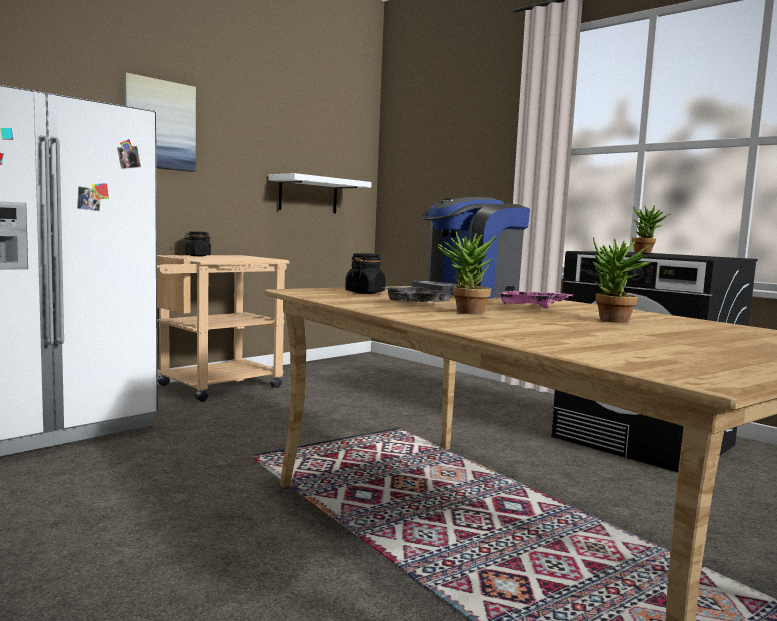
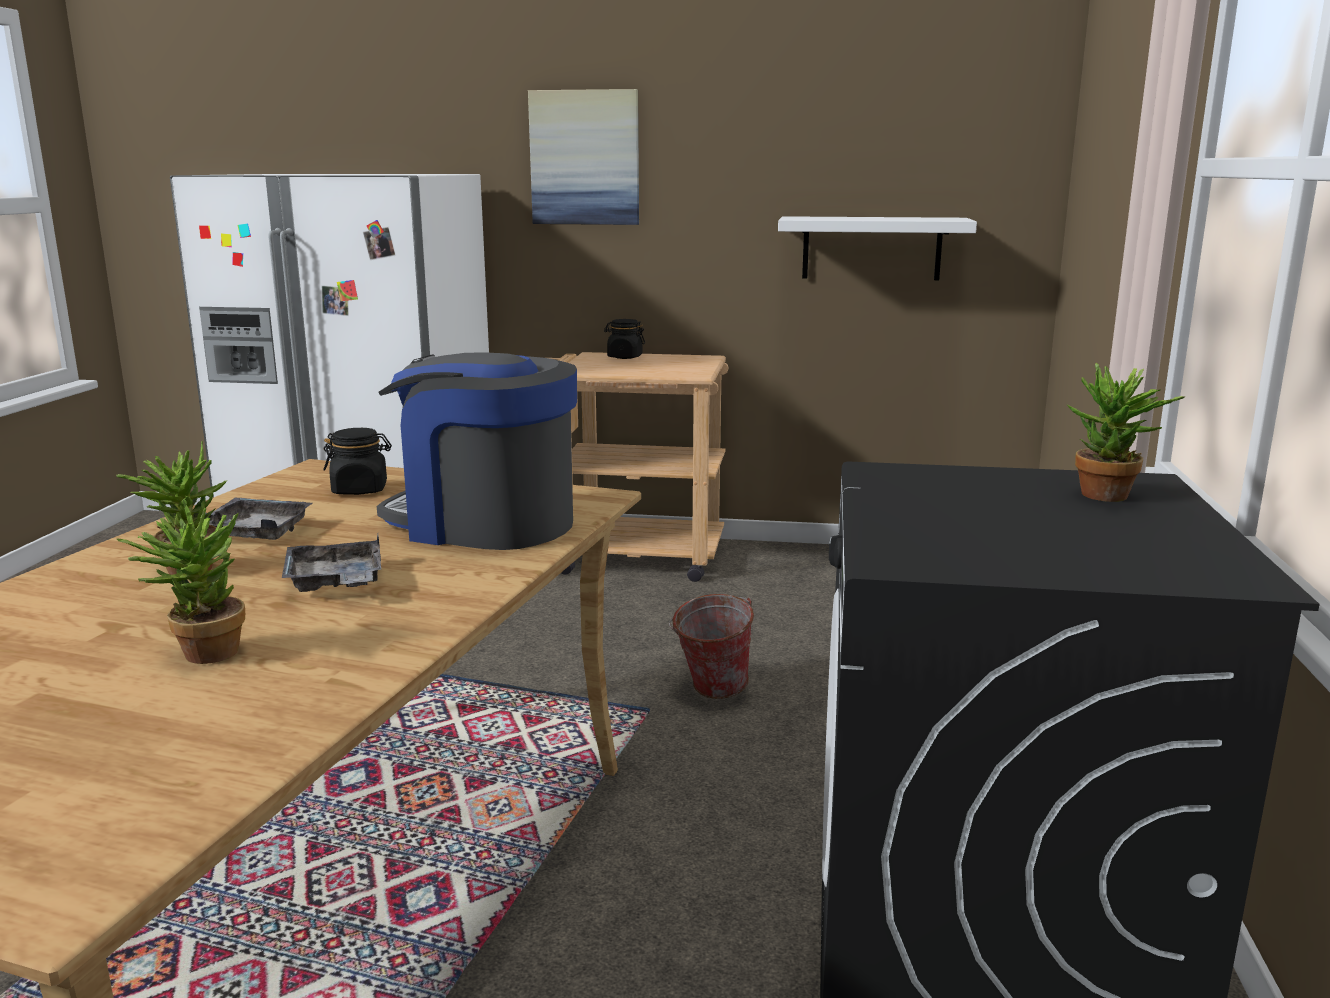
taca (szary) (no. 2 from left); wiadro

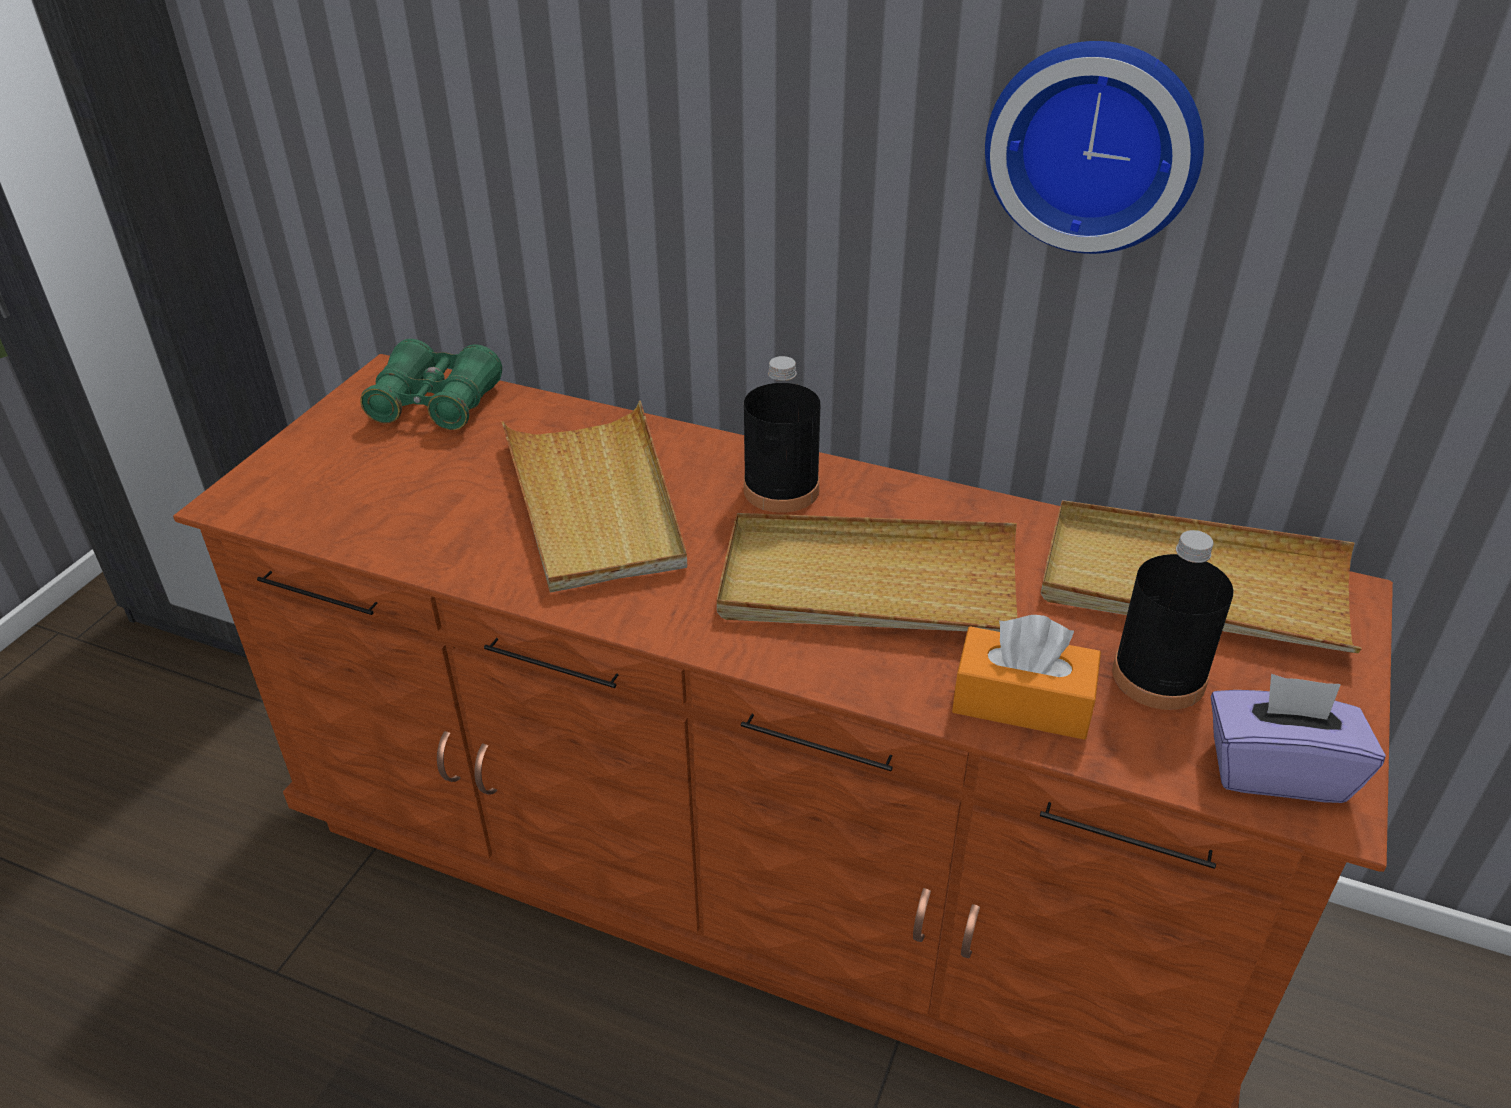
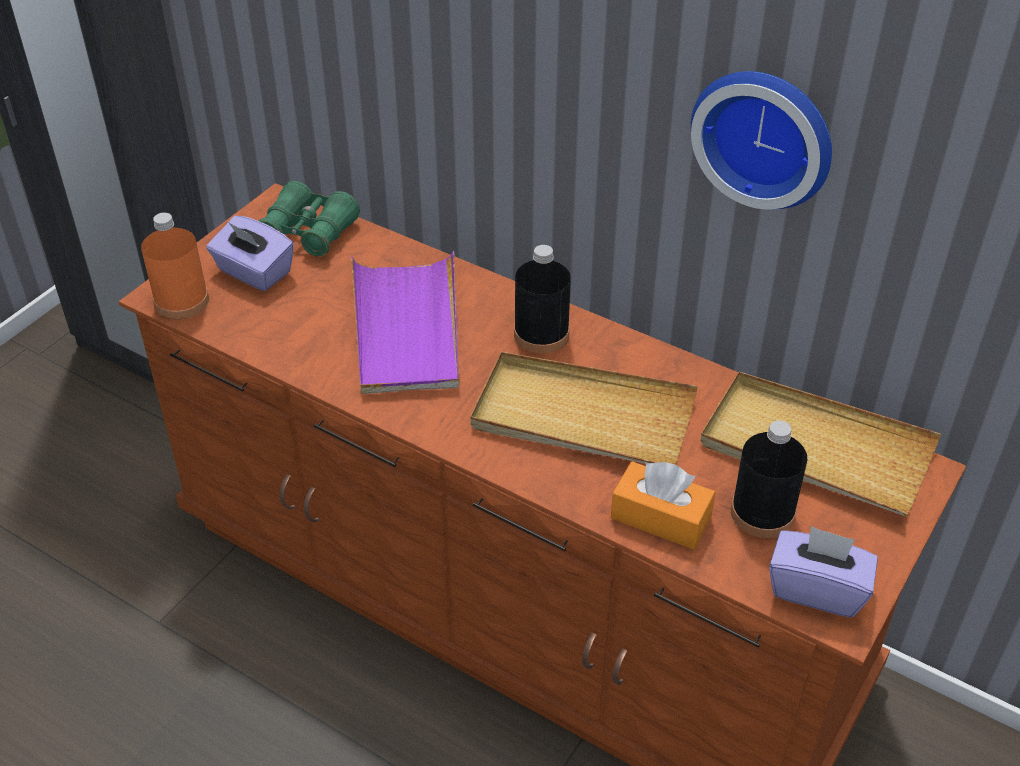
taca (fioletowy); butelka (pomarańczowy); pudełko chusteczek (fioletowy) (no. 1 from left)

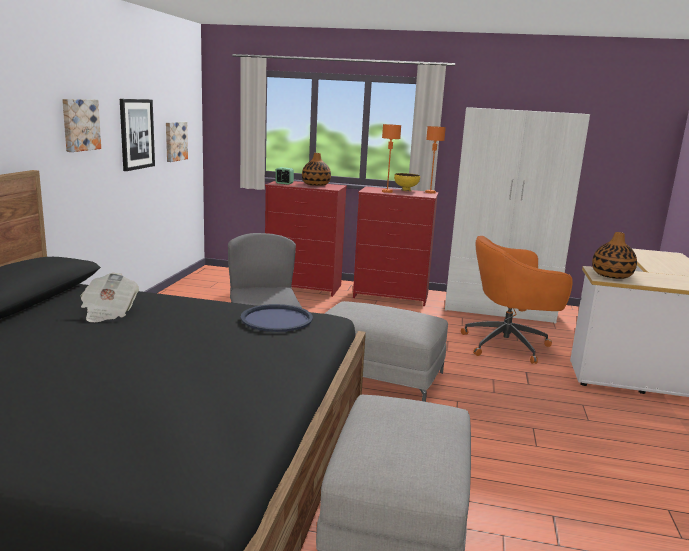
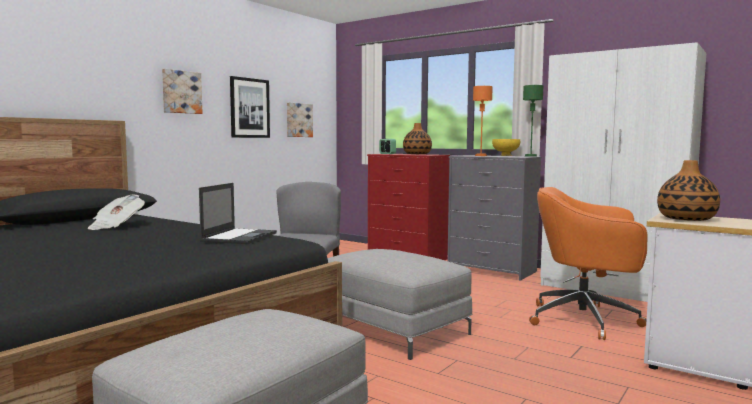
laptop; komoda (szary); lampa stołowa (zielony)

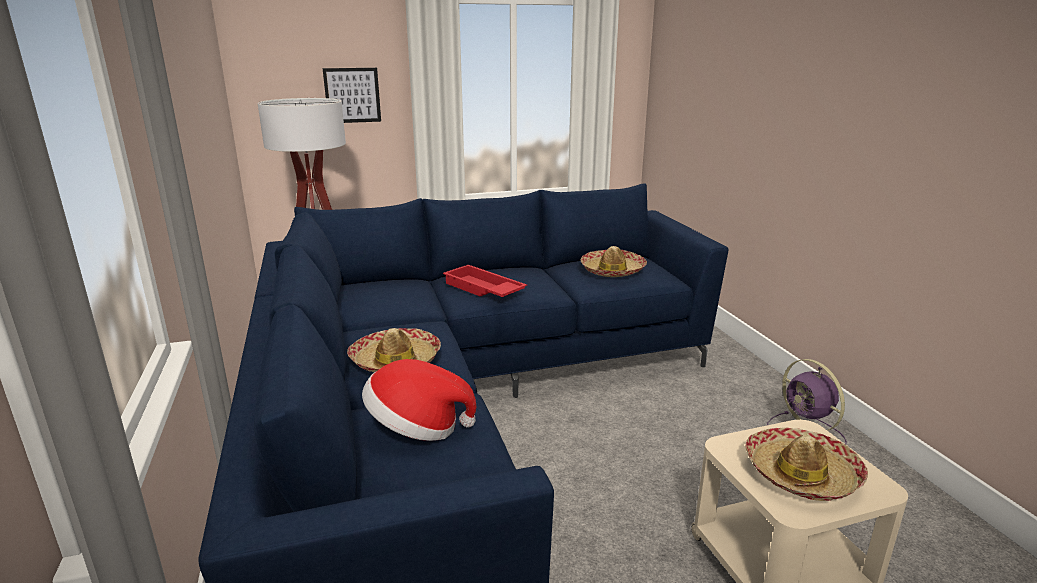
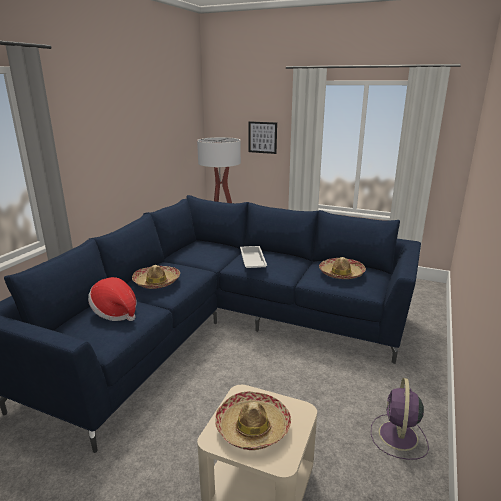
taca (biały)

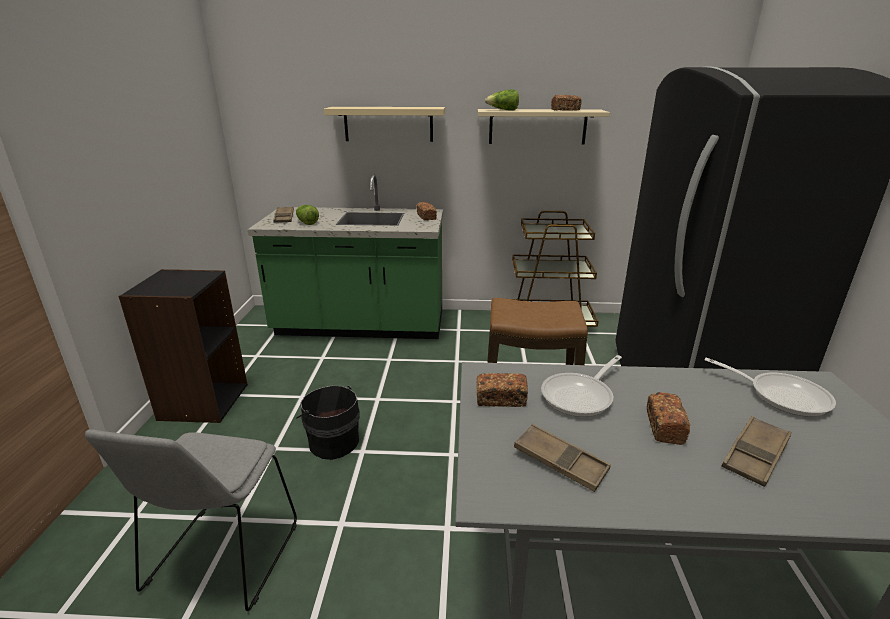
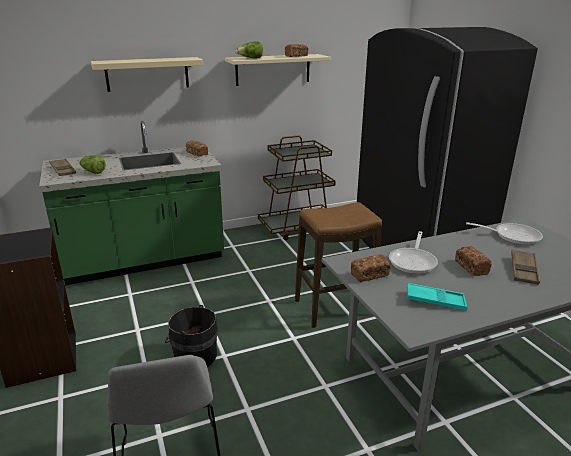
taca (turkusowy)

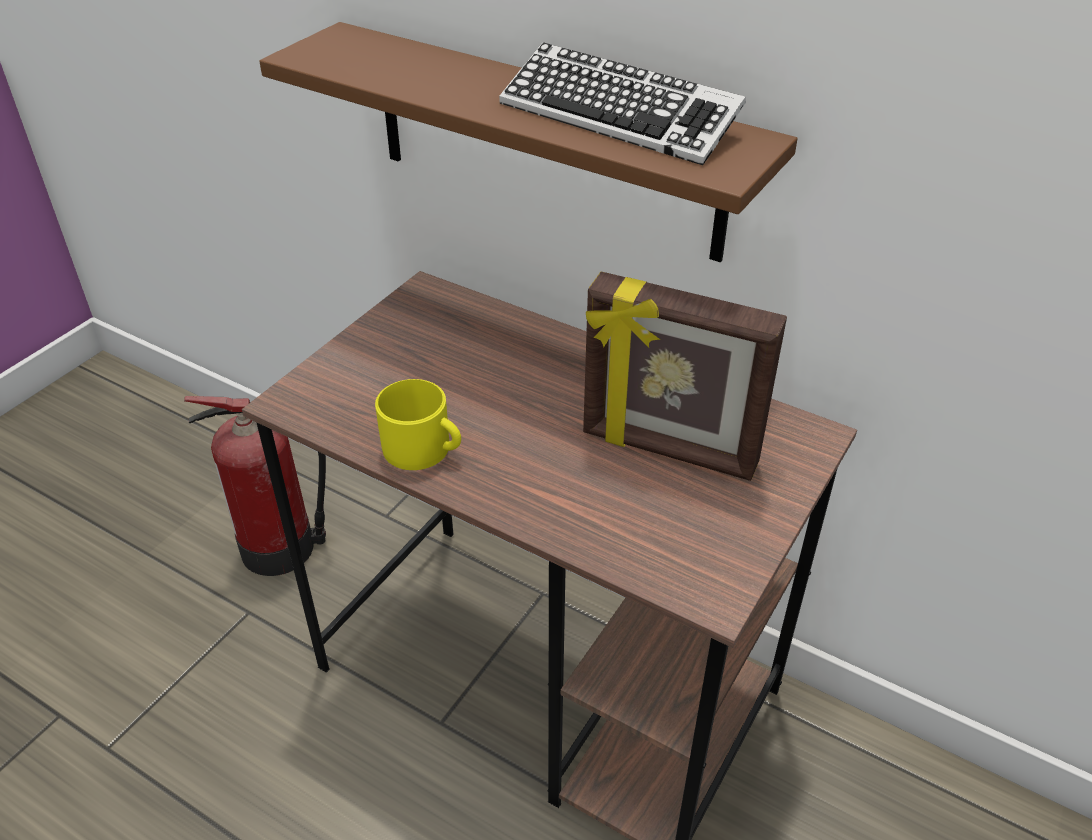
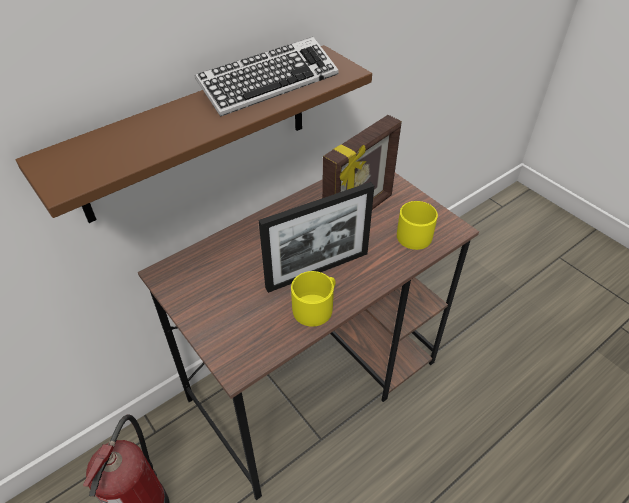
ramka na zdjęcie (no. 1 from left); kubek (żółty) (no. 2 from left)

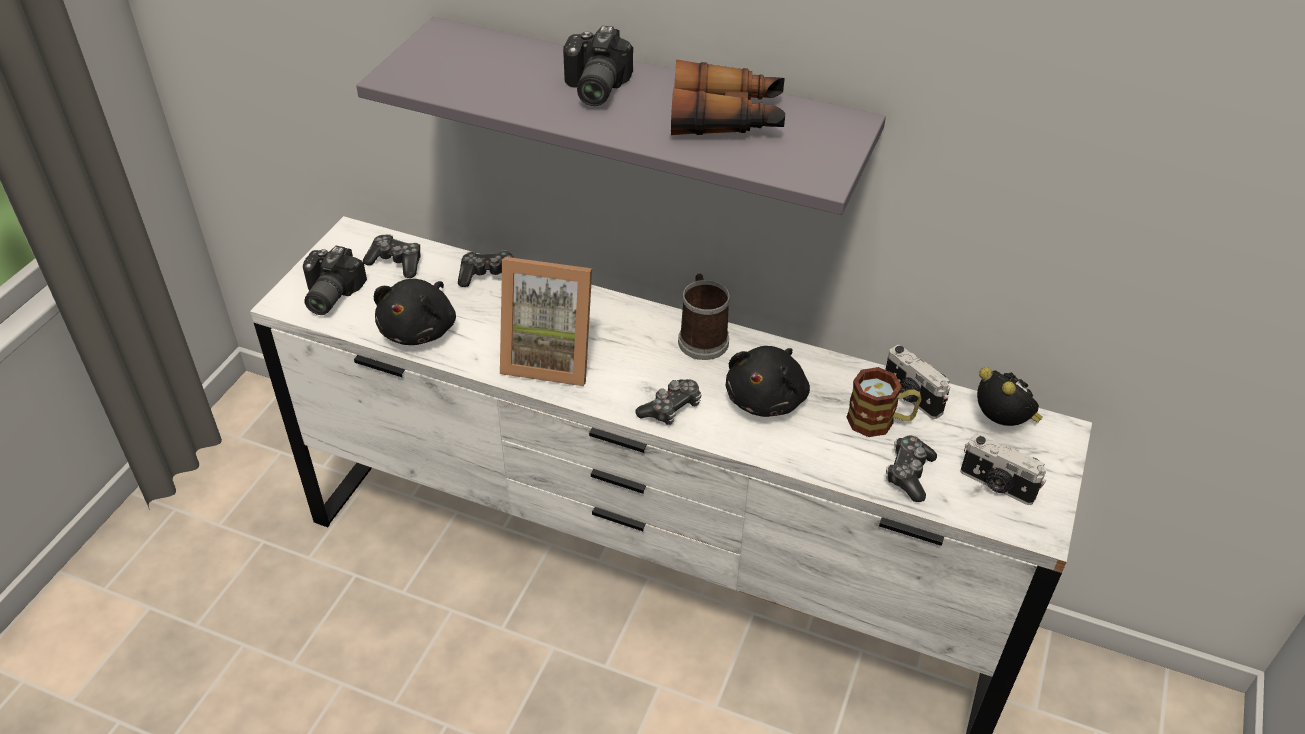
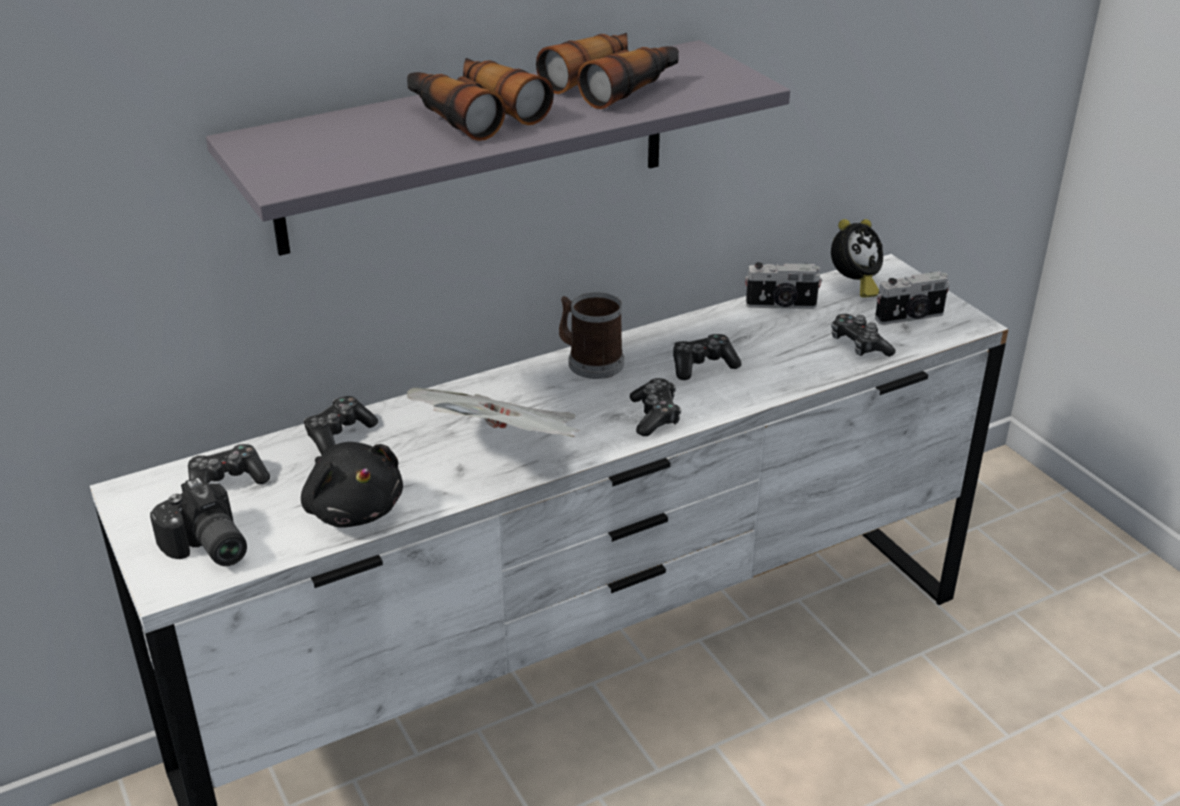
gazeta; lornetka (no. 1 from left); pad do gier (no. 4 from left); kubek (no. 2 from left in the first image); budzik

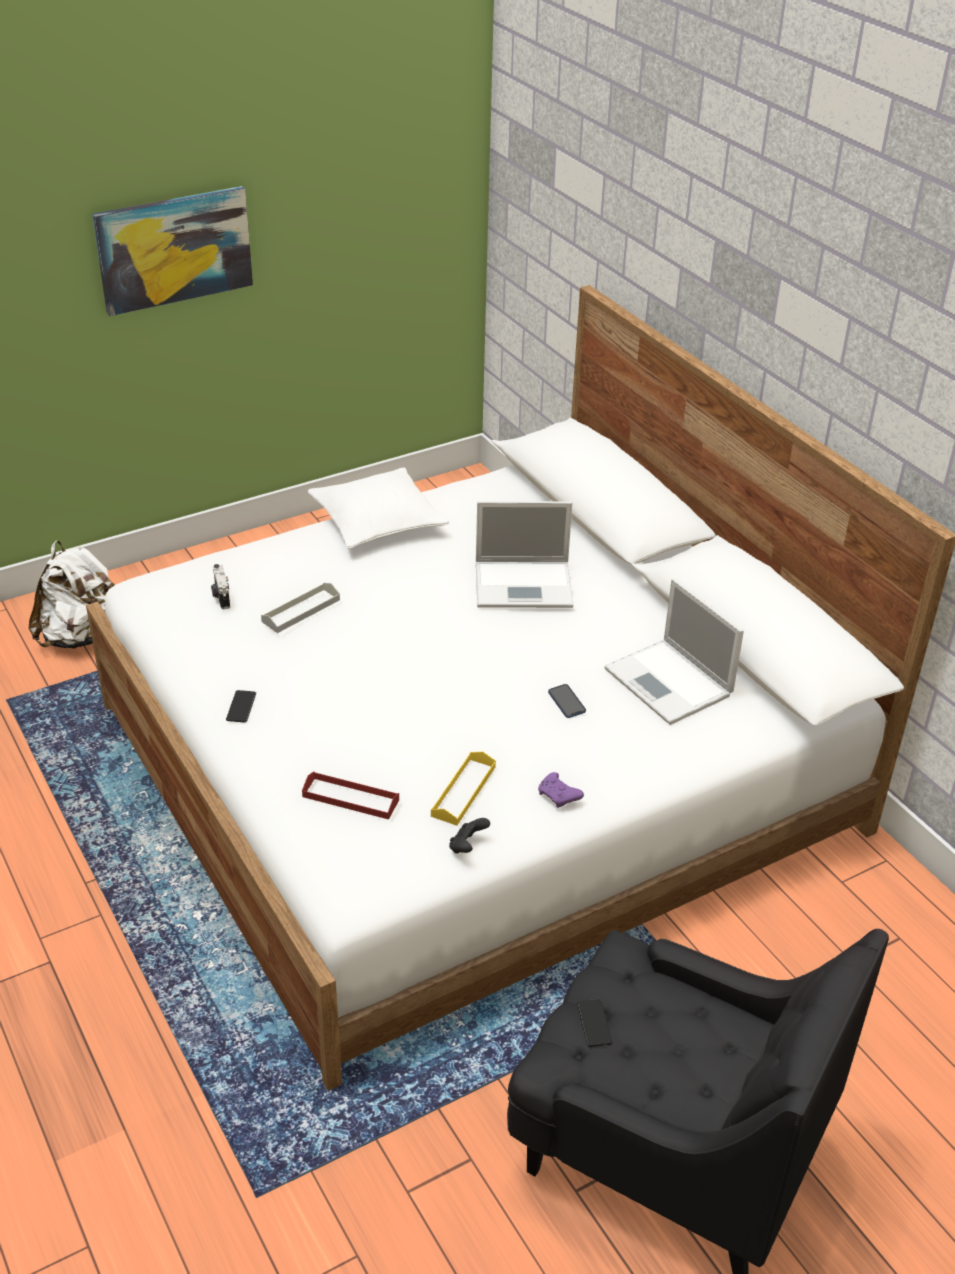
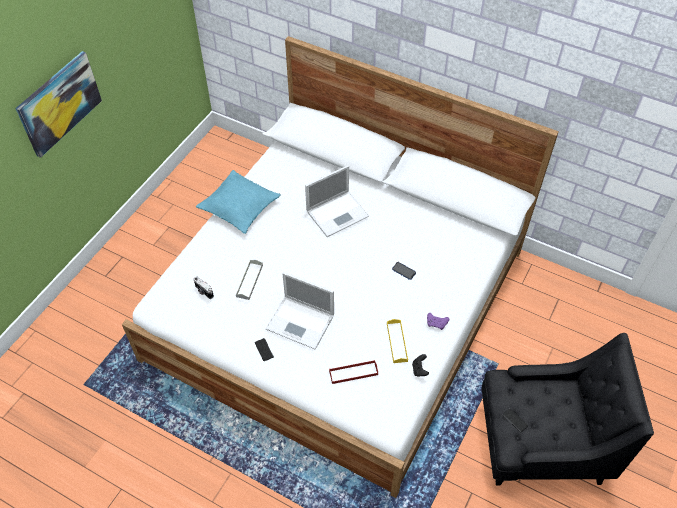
plecak (biały); poduszka (turkusowy); laptop (no. 1 from left)

